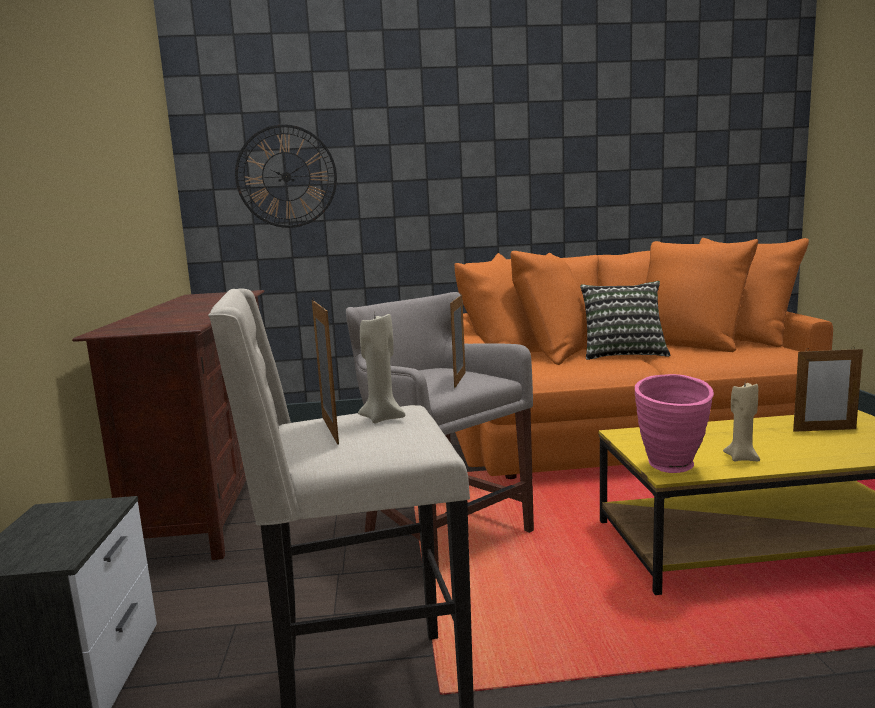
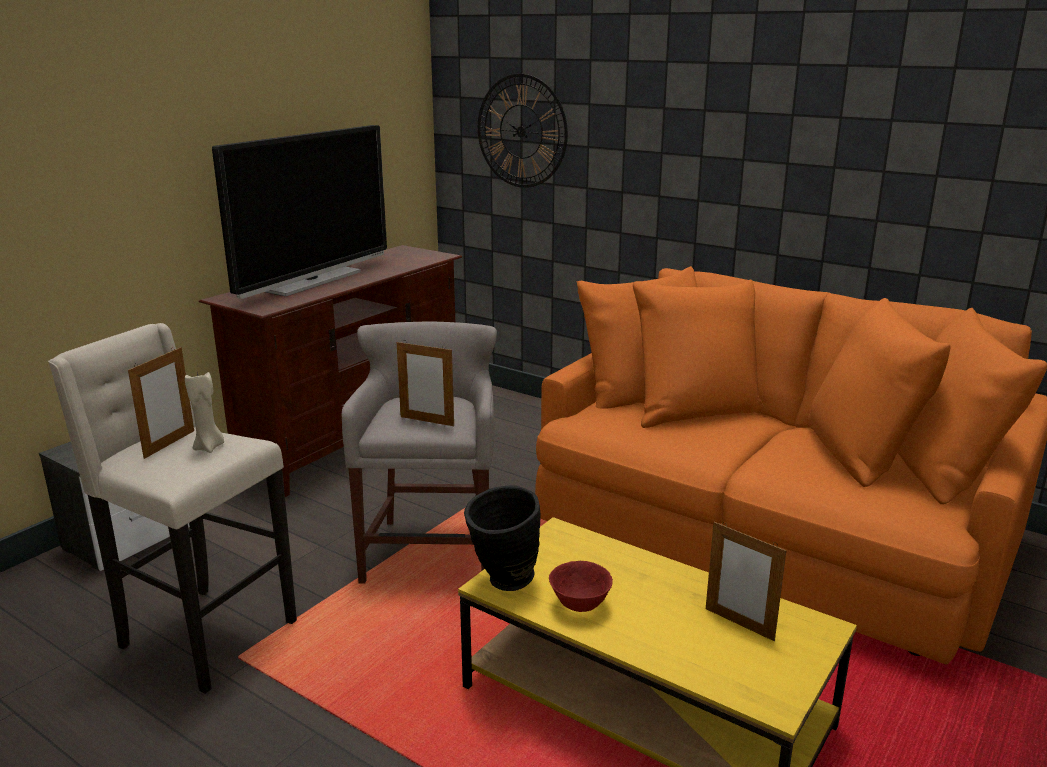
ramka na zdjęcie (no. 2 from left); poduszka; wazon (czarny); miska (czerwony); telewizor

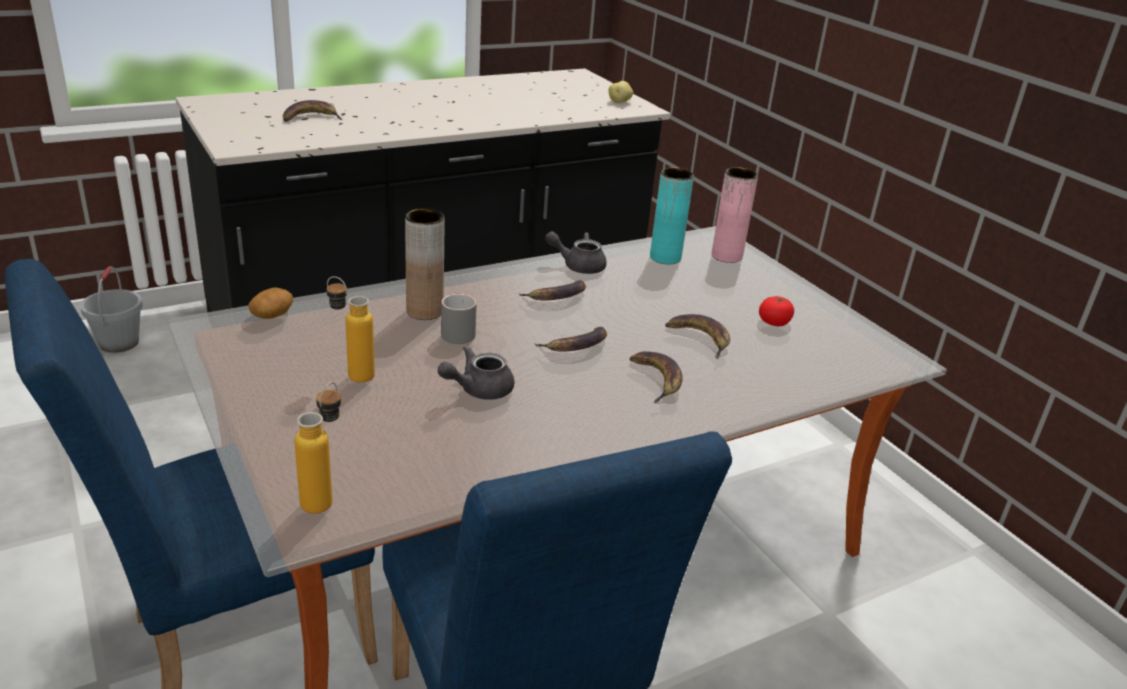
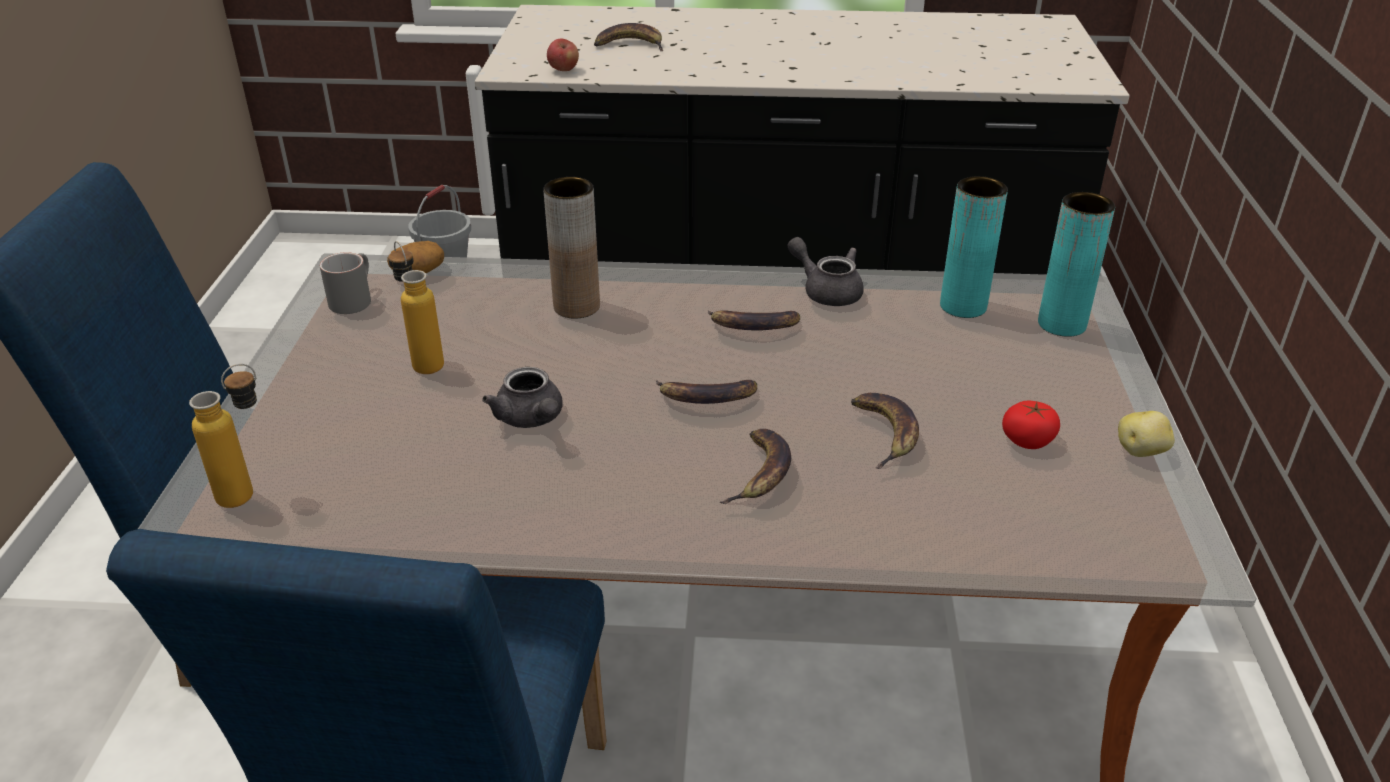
imbryk (szary) (no. 1 from left); kubek (szary); ziemniak (no. 2 from left); wazon (turkusowy) (no. 2 from left); jabłko

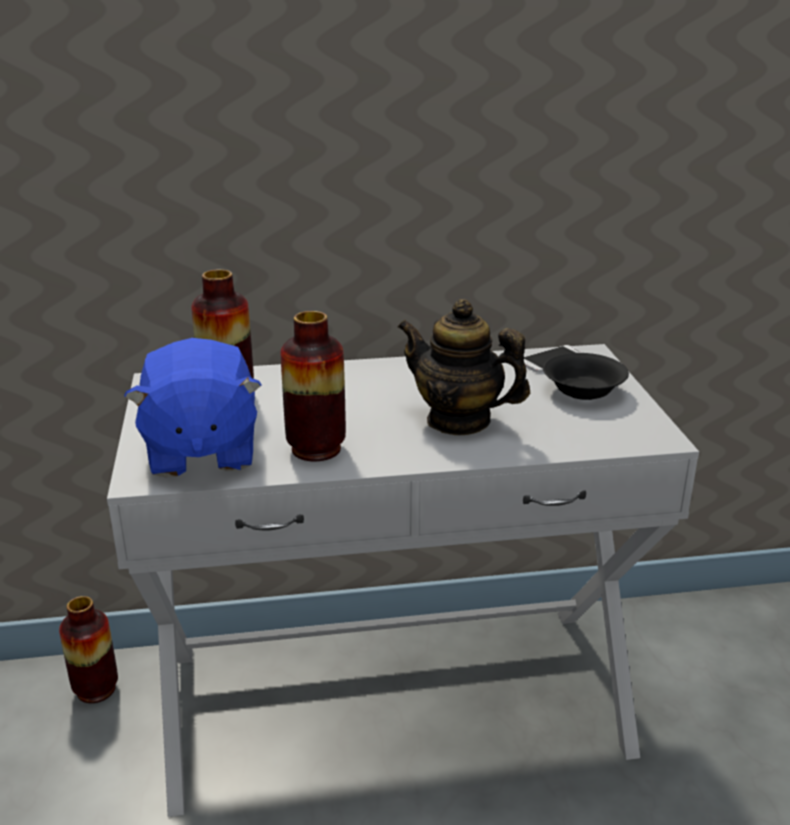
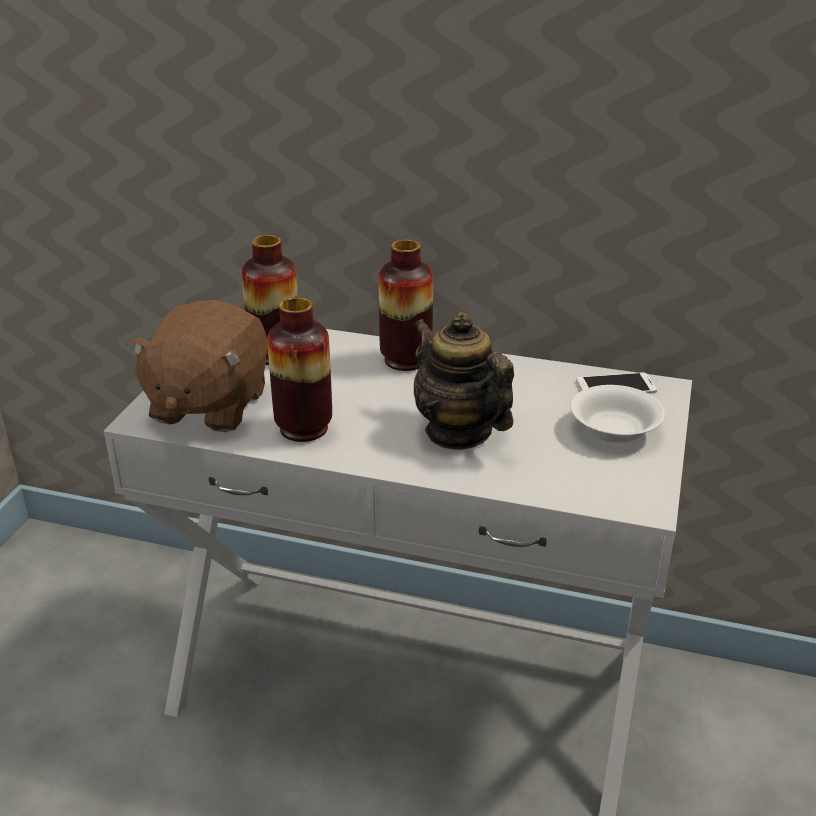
wazon (no. 3 from left); pluszak (brązowy); miska (biały)

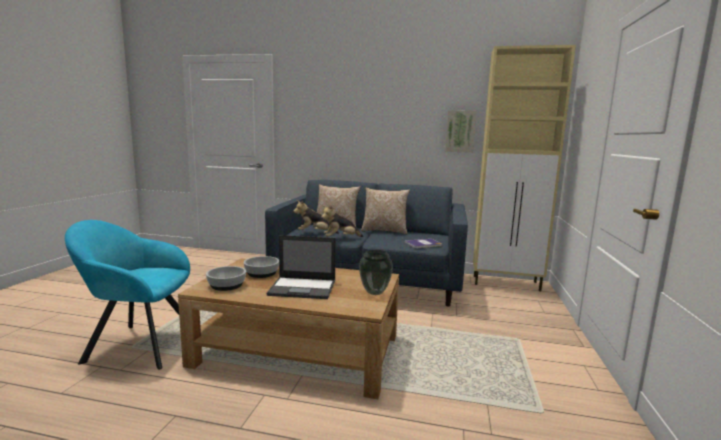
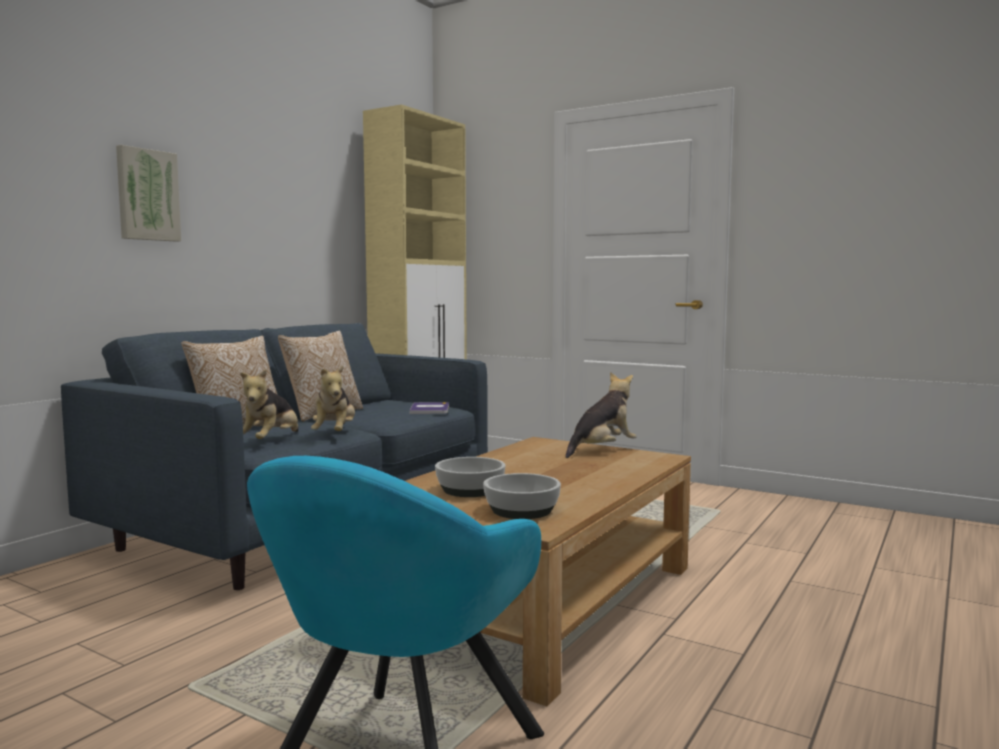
laptop; pluszak (no. 3 from left); obraz

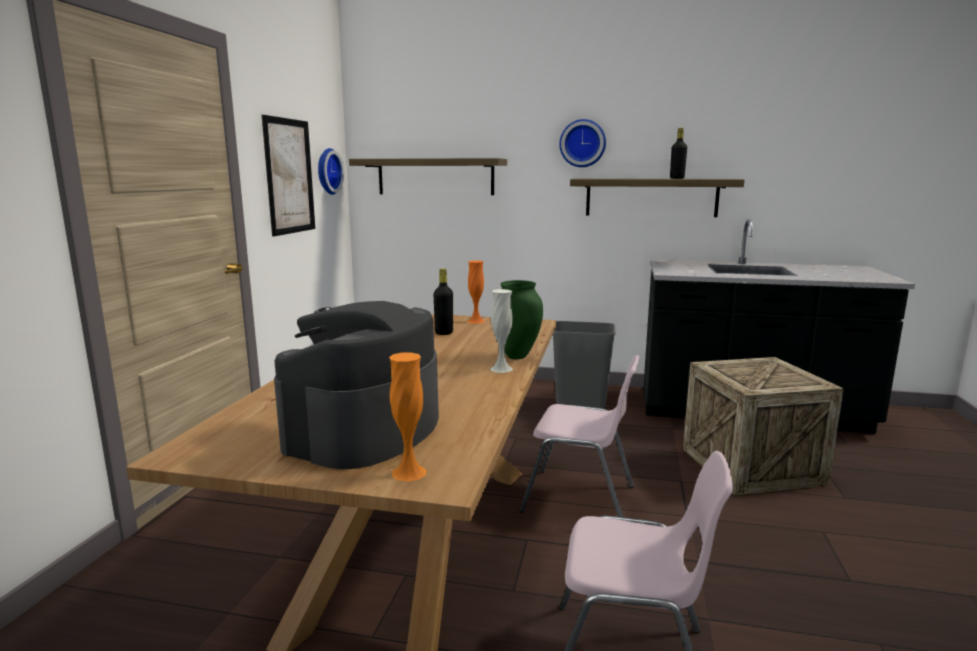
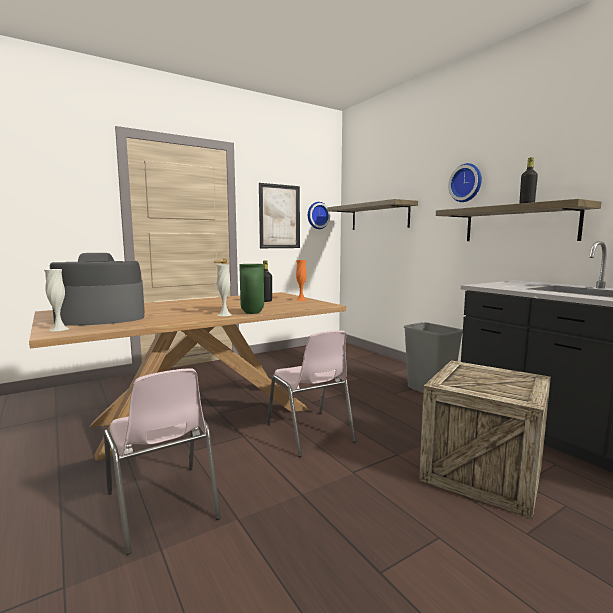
wazon (biały) (no. 1 from left)

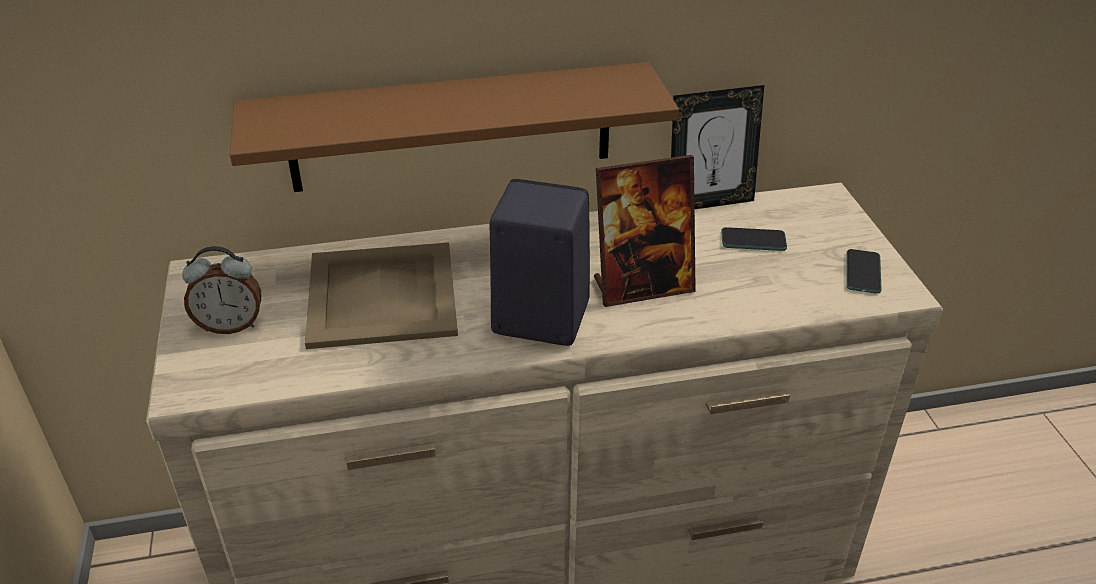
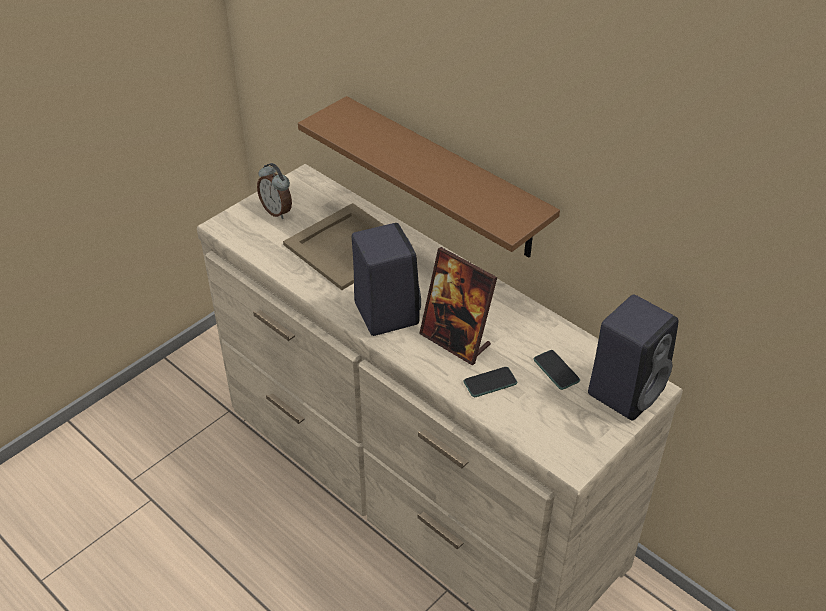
ramka na zdjęcie (no. 2 from left in the first image); telefon (no. 1 from left); głośnik (czarny) (no. 2 from left)

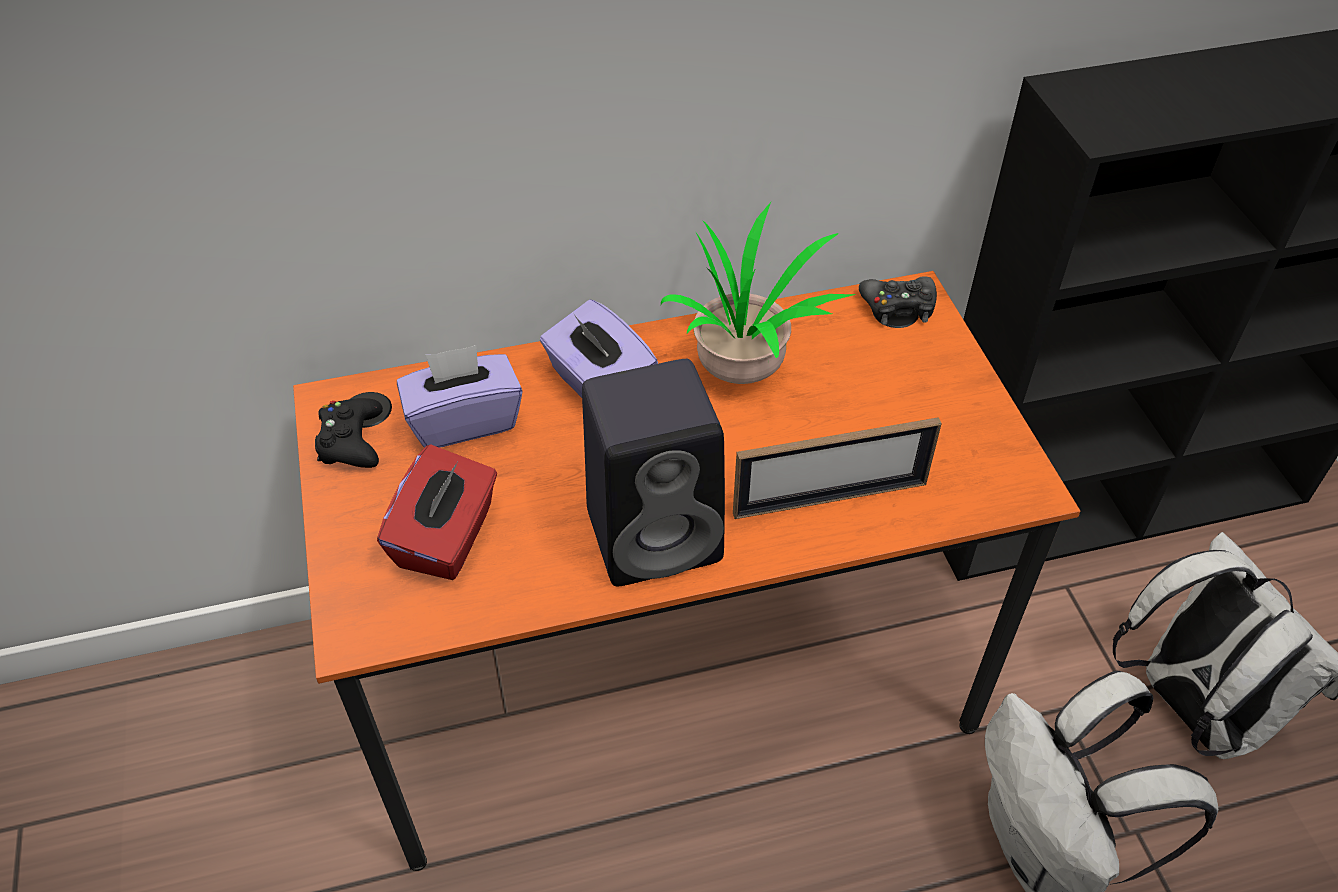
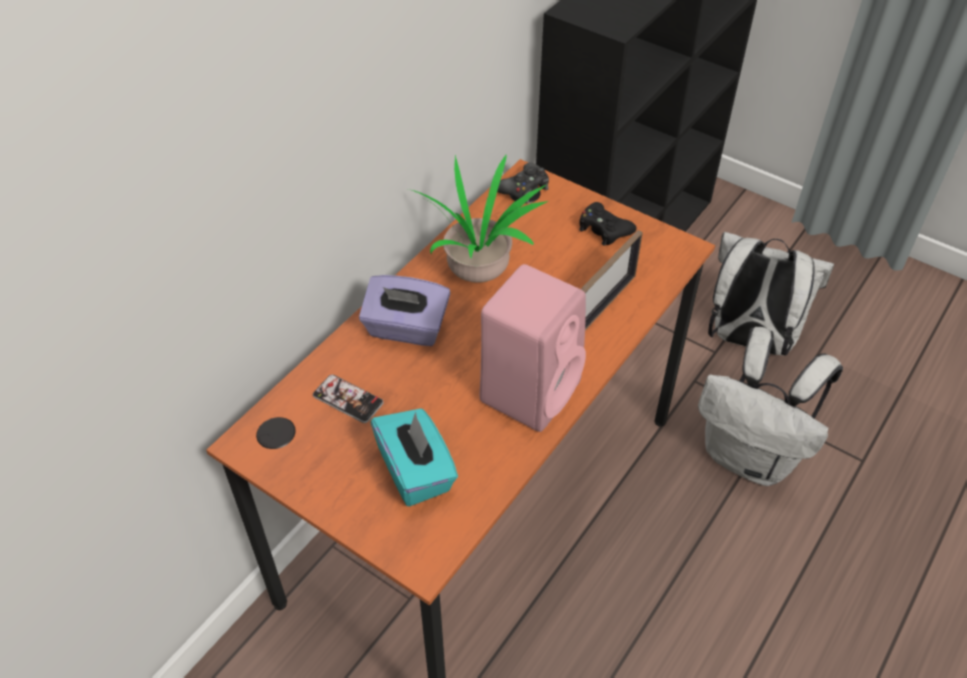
pad do gier (czarny) (no. 2 from left); pudełko chusteczek (turkusowy); telefon; głośnik (różowy)

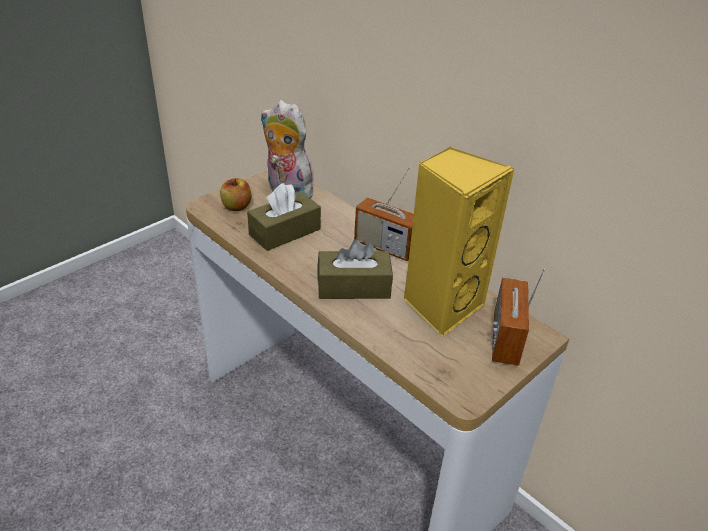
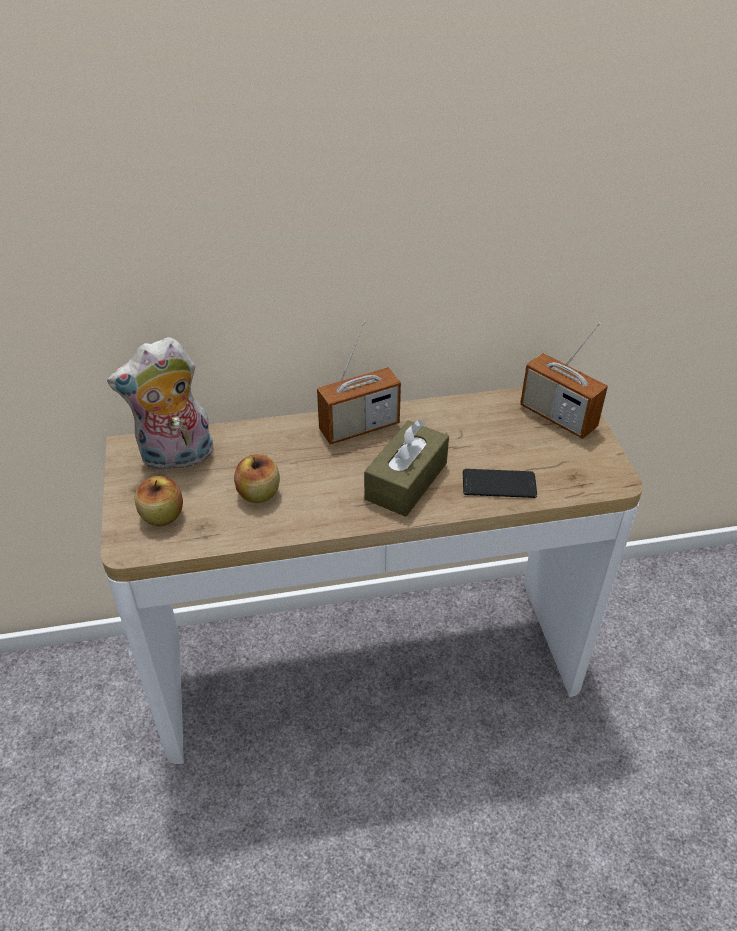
jabłko (no. 2 from left); głośnik (żółty); telefon

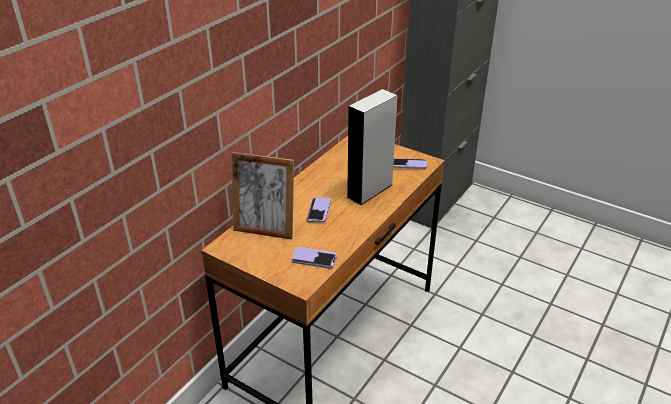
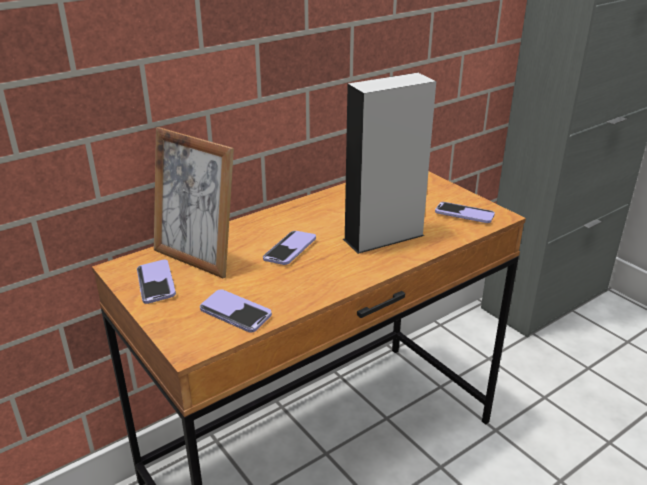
telefon (no. 1 from left)

